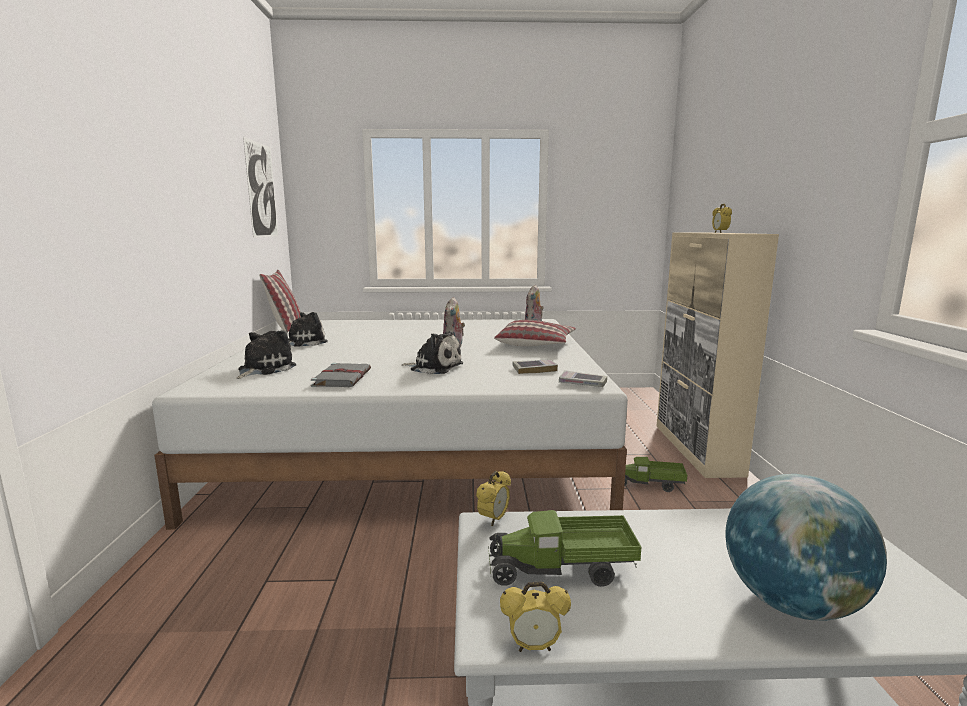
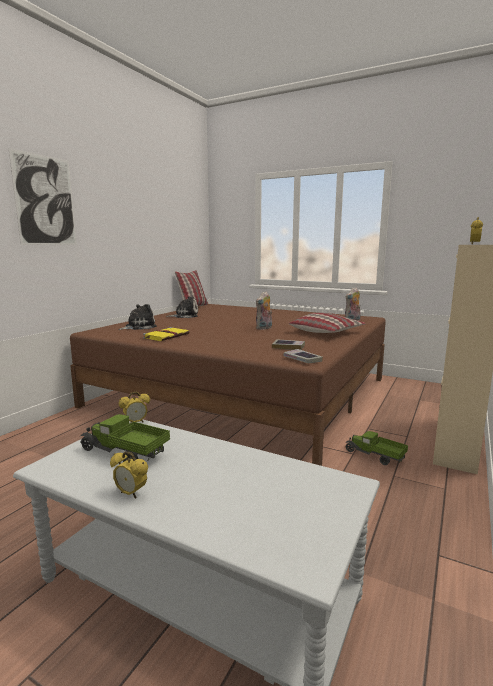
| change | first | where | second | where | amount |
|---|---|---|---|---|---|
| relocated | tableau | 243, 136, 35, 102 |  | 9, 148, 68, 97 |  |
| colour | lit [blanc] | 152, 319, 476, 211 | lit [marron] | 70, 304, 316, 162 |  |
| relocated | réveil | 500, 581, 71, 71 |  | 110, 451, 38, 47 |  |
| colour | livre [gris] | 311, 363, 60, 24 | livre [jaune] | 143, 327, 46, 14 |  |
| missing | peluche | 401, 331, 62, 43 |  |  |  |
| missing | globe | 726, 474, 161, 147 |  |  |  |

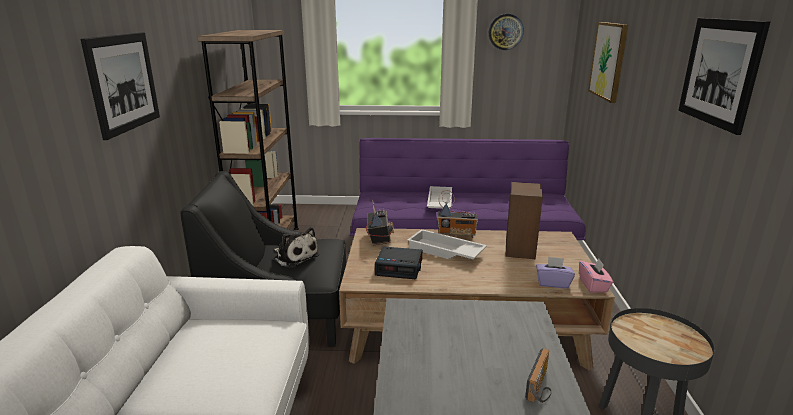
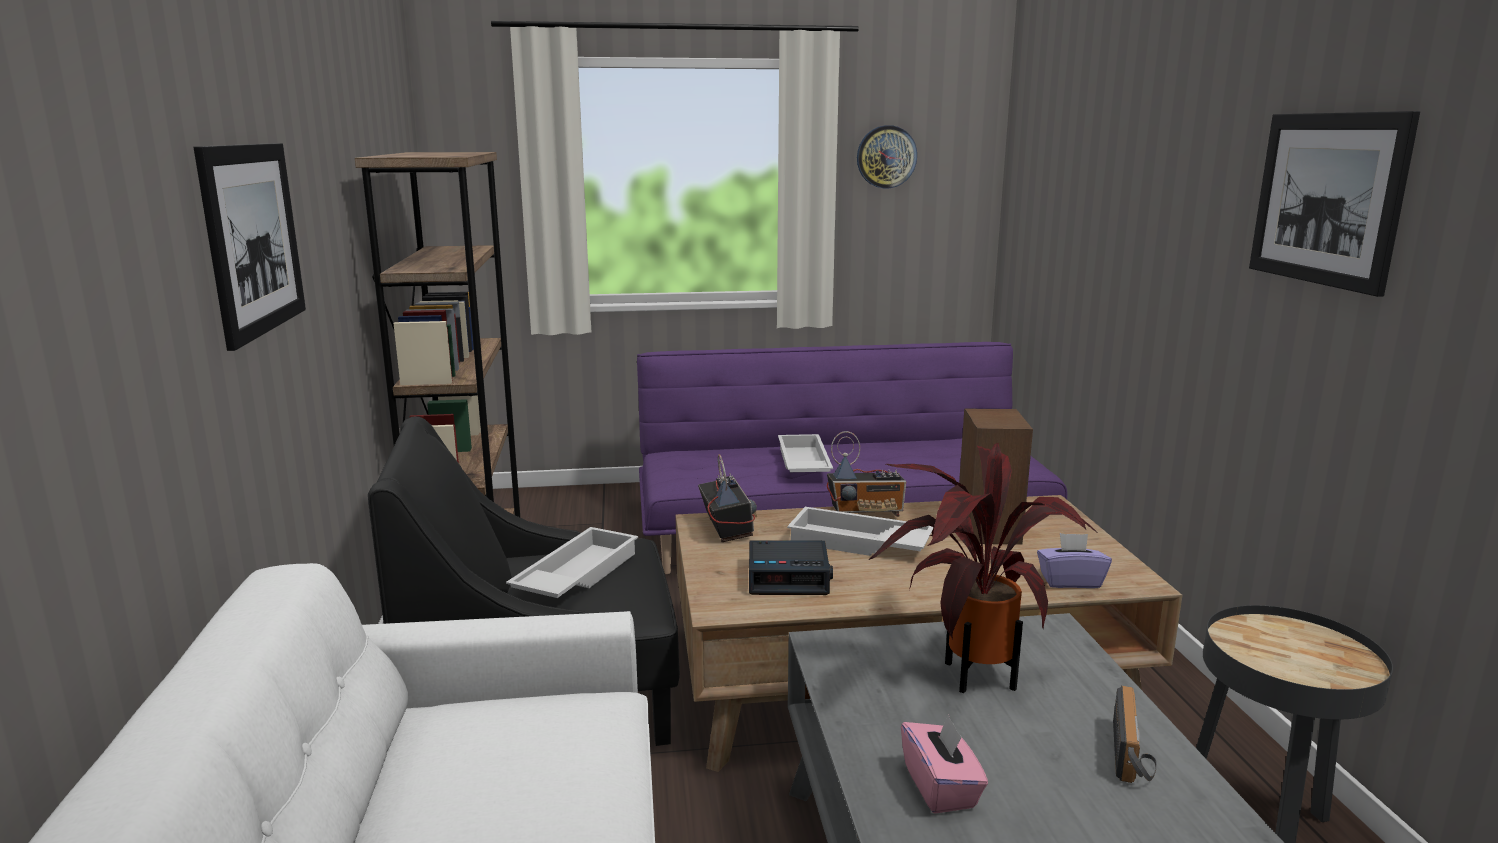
| change | first | where | second | where | amount |
|---|---|---|---|---|---|
| exchanged | peluche | 274, 227, 45, 41 | plateau [blanc] | 506, 527, 132, 71 |  |
| appeared |  |  | plante en pot | 868, 443, 229, 250 |  |
| relocated | boîte à mouchoirs [rose] | 579, 259, 34, 34 |  | 901, 714, 87, 100 |  |
| missing | tableau | 588, 22, 40, 81 |  |  |  |

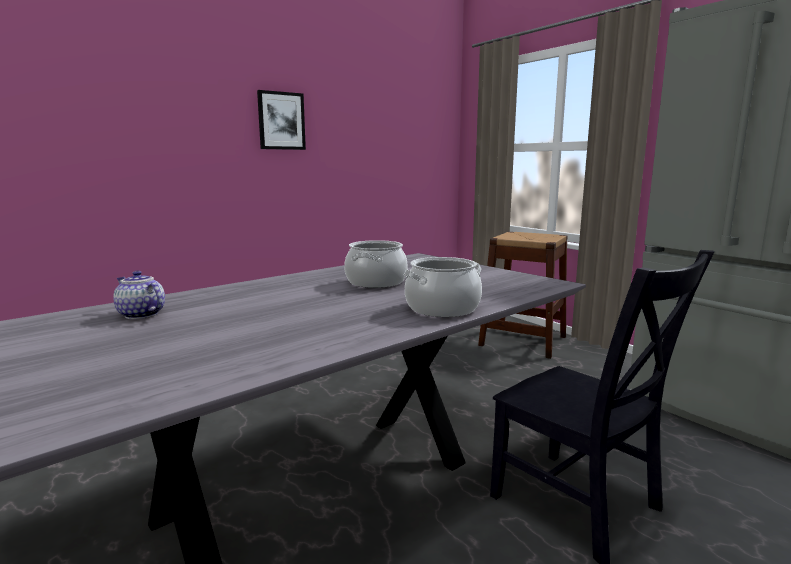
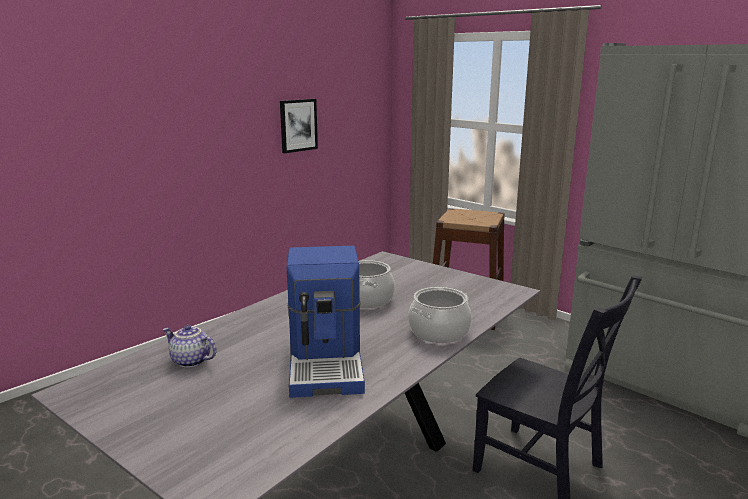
| change | first | where | second | where | amount |
|---|---|---|---|---|---|
| relocated | tableau | 257, 90, 49, 60 |  | 280, 99, 38, 54 |  |
| appeared |  |  | machine à café | 287, 246, 78, 152 |  |

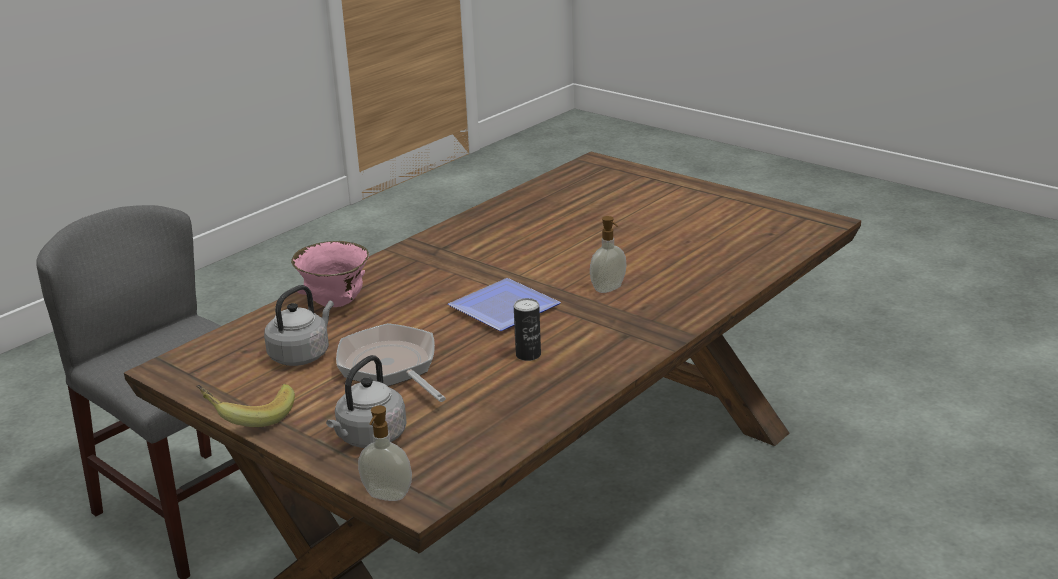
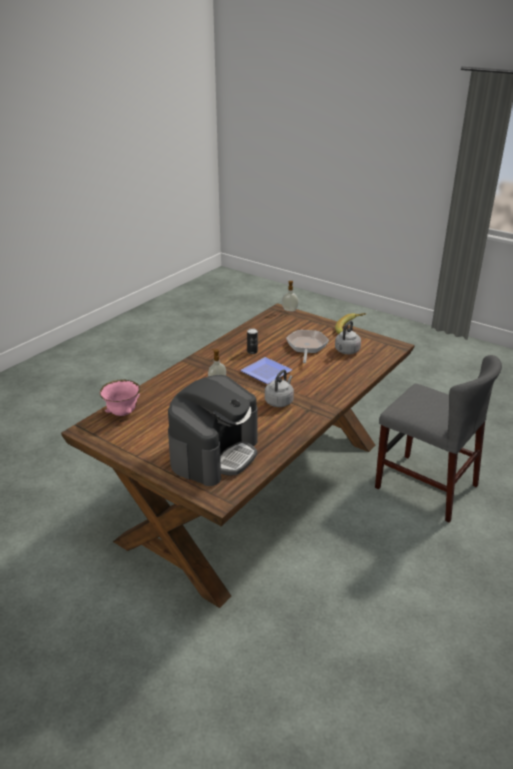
| change | first | where | second | where | amount |
|---|---|---|---|---|---|
| relocated | bol [rose] | 291, 241, 78, 66 |  | 99, 379, 41, 37 |  |
| appeared |  |  | machine à café | 168, 375, 90, 111 |  |
| relocated | bouilloire [gris] | 326, 355, 81, 93 |  | 265, 369, 29, 38 |  |
| spun | poêle | 336, 323, 110, 79 |  | 286, 330, 43, 33 | 135 degrees counterclockwise |

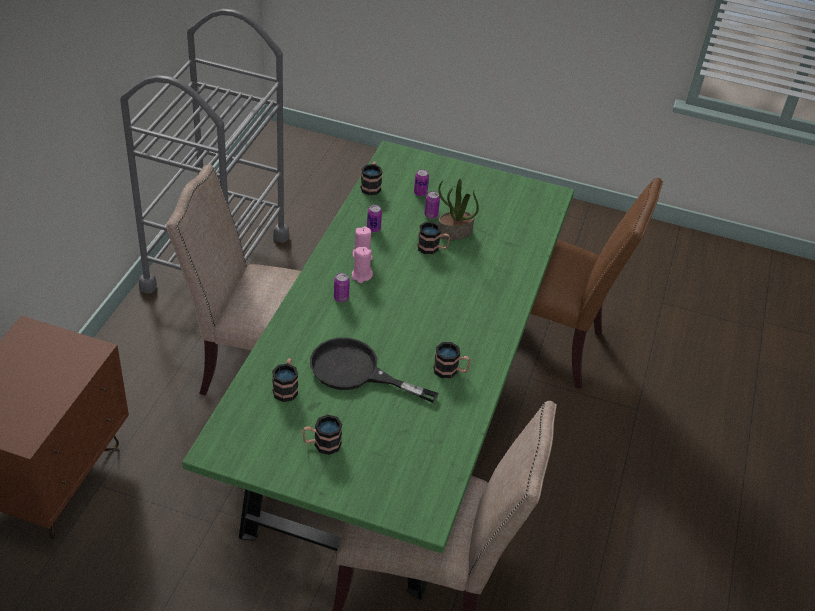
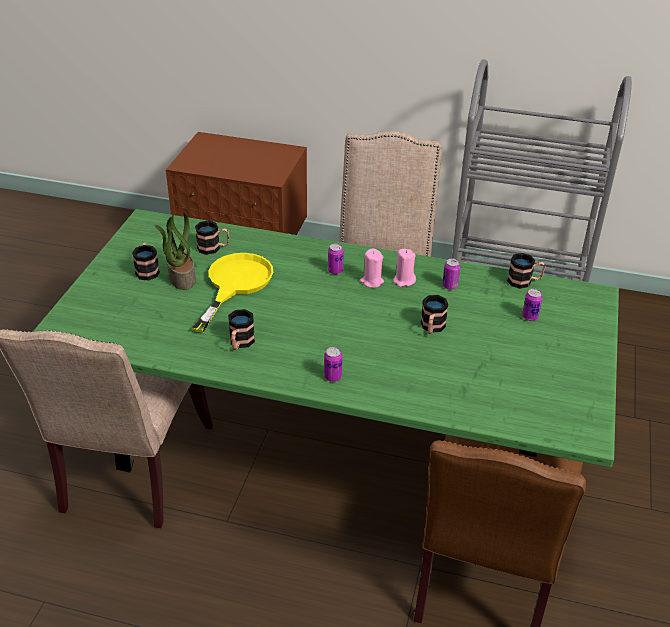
| change | first | where | second | where | amount |
|---|---|---|---|---|---|
| relocated | plante en pot | 438, 179, 41, 61 |  | 154, 212, 42, 78 |  |
| colour | poêle [noir] | 310, 338, 129, 65 | poêle [jaune] | 192, 253, 81, 79 |  |
| relocated | boîte métallique | 424, 191, 16, 28 |  | 324, 347, 18, 35 |  |

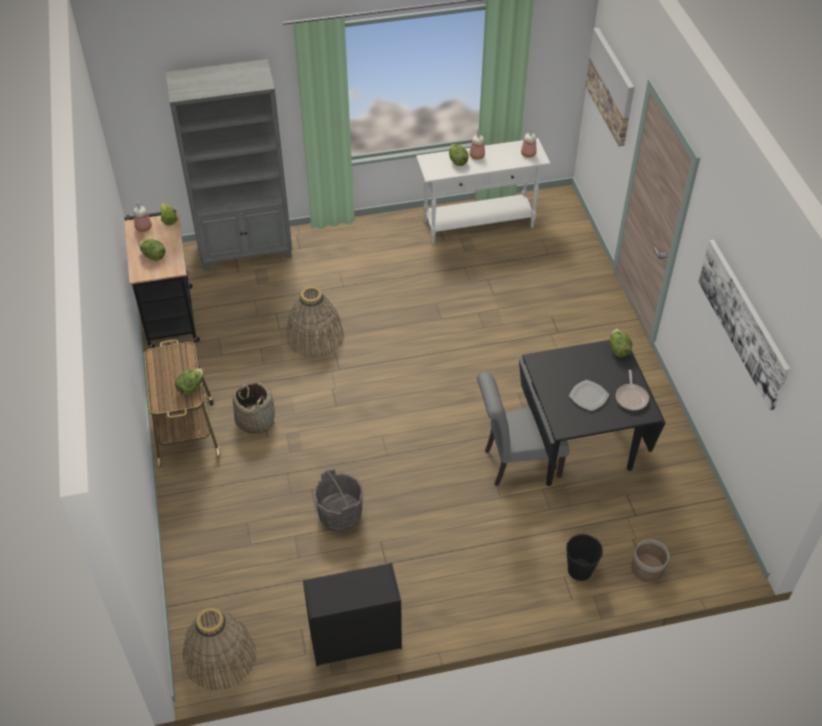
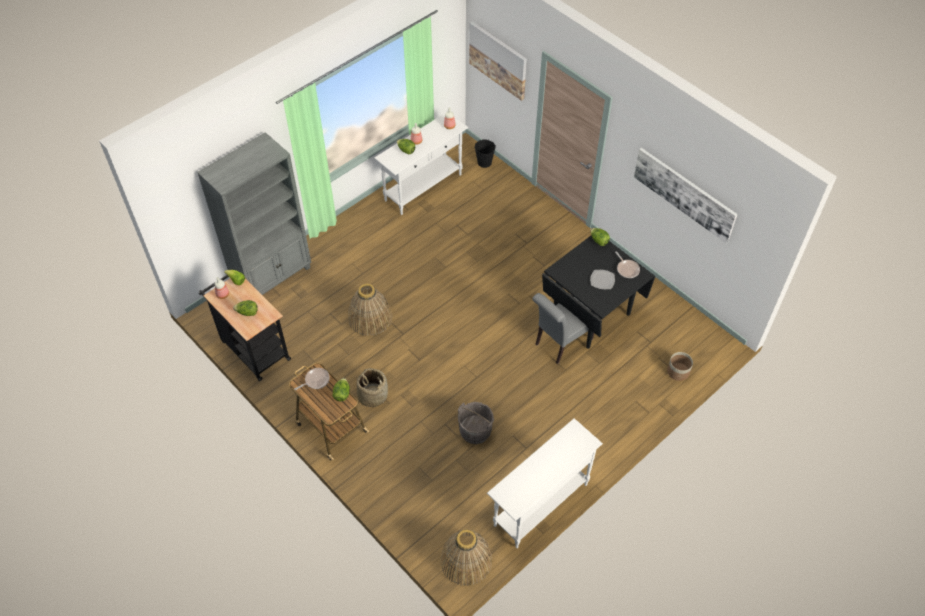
| change | first | where | second | where | amount |
|---|---|---|---|---|---|
| appeared |  |  | poêle | 294, 368, 36, 22 |  |
| relocated | seau [noir] | 566, 534, 37, 47 |  | 474, 139, 22, 29 |  |
| exchanged | commode [noir] | 303, 563, 99, 103 | table console [blanc] | 487, 418, 116, 130 |  |

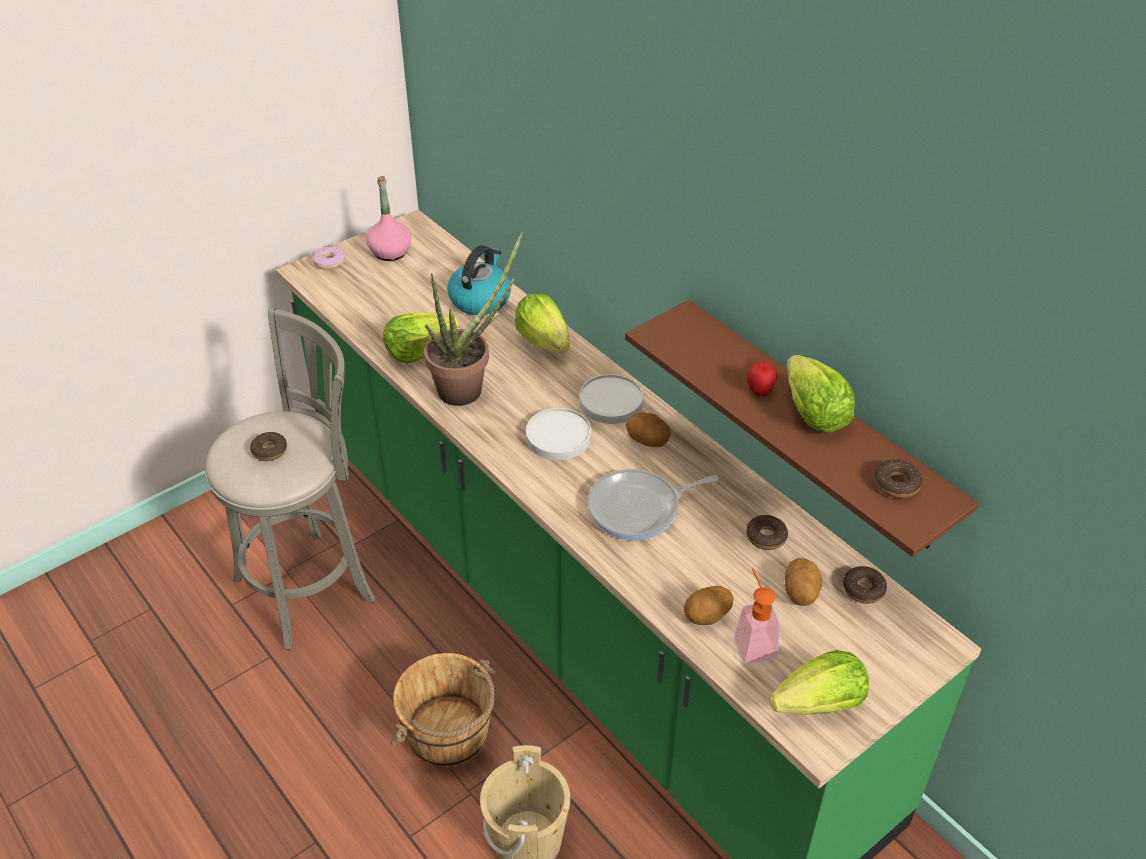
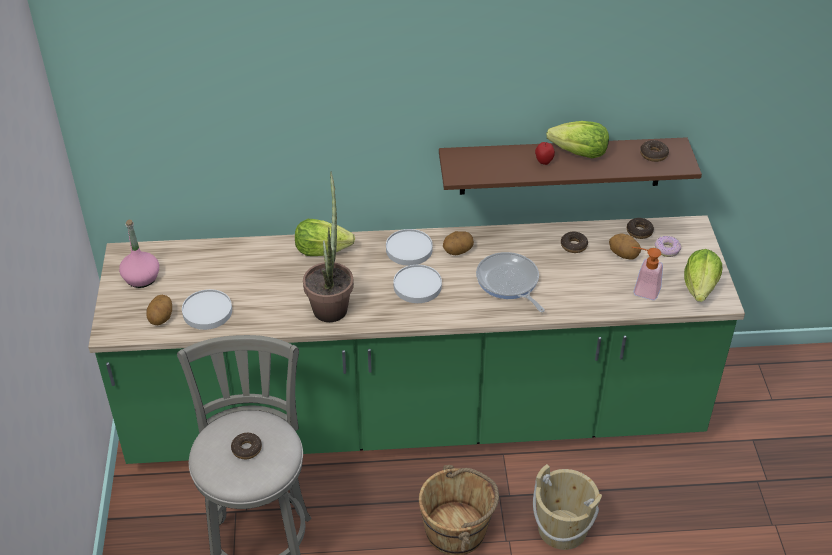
| change | first | where | second | where | amount |
|---|---|---|---|---|---|
| relocated | pomme de terre | 684, 586, 50, 39 |  | 146, 295, 26, 30 |  |
| appeared |  |  | assiette [blanc] | 182, 289, 50, 41 |  |
| spun | poêle | 588, 469, 131, 71 |  | 476, 252, 69, 60 | 135 degrees clockwise |
| relocated | beignet | 313, 246, 32, 24 |  | 655, 236, 26, 21 |  |
| missing | laitue | 383, 312, 76, 52 |  |  |  |
| missing | bouilloire | 447, 245, 64, 70 |  |  |  |

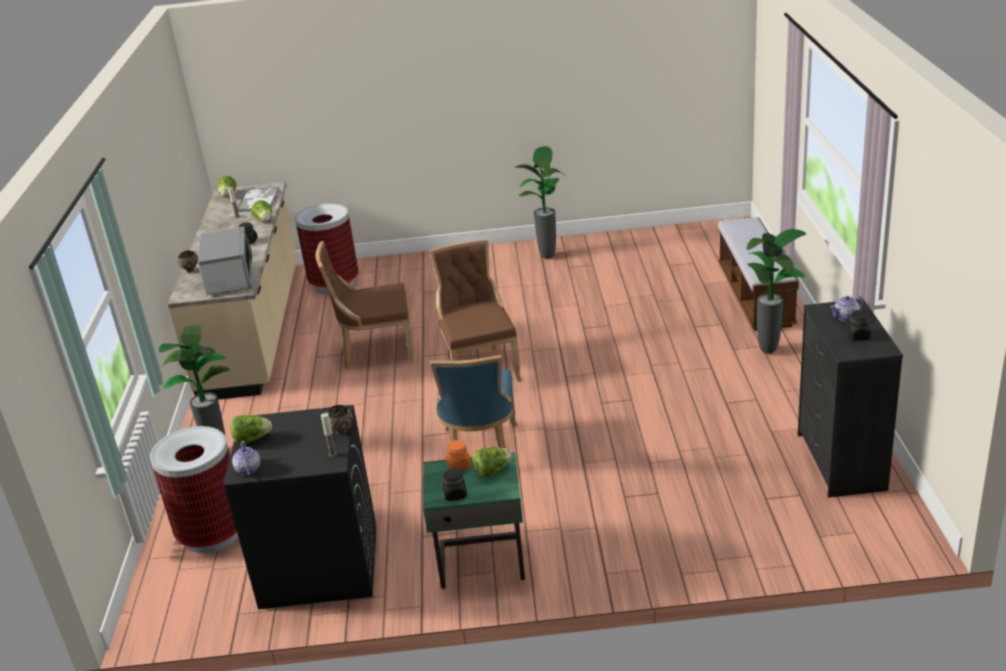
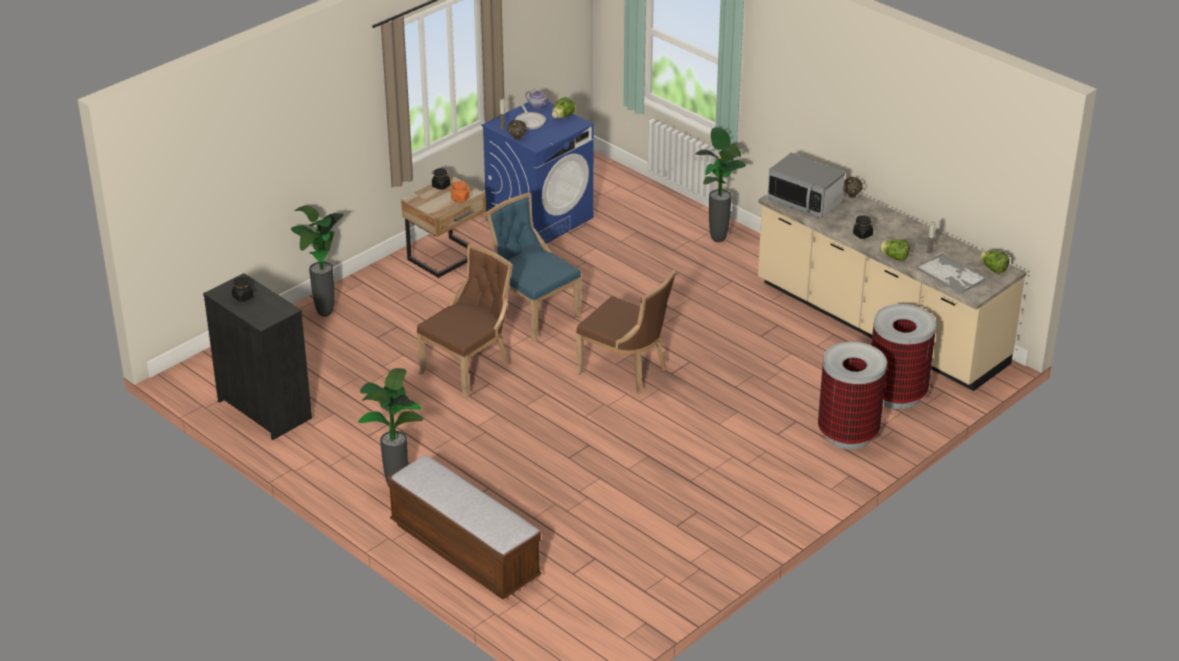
| change | first | where | second | where | amount |
|---|---|---|---|---|---|
| relocated | plante en pot | 515, 146, 48, 113 |  | 291, 206, 53, 111 |  |
| colour | table de chevet [vert] | 423, 452, 102, 137 | table de chevet [beige] | 401, 175, 85, 103 |  |
| relocated | chaise [marron] | 315, 241, 101, 128 |  | 417, 244, 96, 155 |  |
| colour | lave-linge [noir] | 223, 405, 154, 204 | lave-linge [bleu] | 481, 102, 113, 141 |  |
| appeared |  |  | poêle | 515, 104, 31, 25 |  |
| relocated | poubelle | 150, 426, 88, 127 |  | 818, 342, 69, 108 |  |
| missing | laitue | 472, 447, 40, 30 |  |  |  |
| missing | théière | 830, 296, 34, 25 |  |  |  |

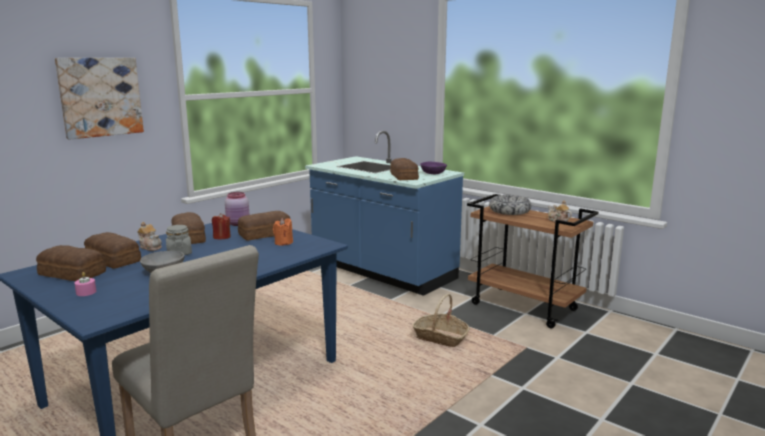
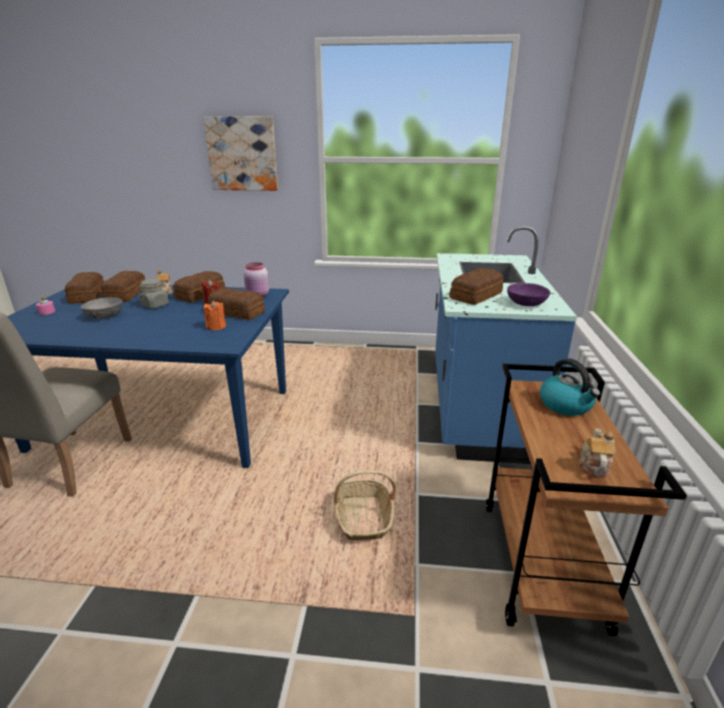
| change | first | where | second | where | amount |
|---|---|---|---|---|---|
| exchanged | bol | 489, 195, 42, 20 | bouilloire | 540, 358, 61, 58 |  |

